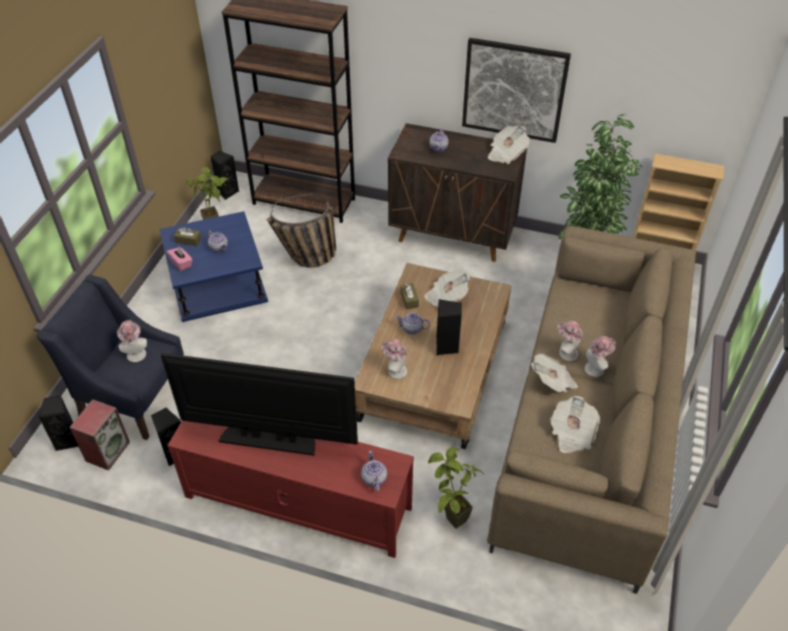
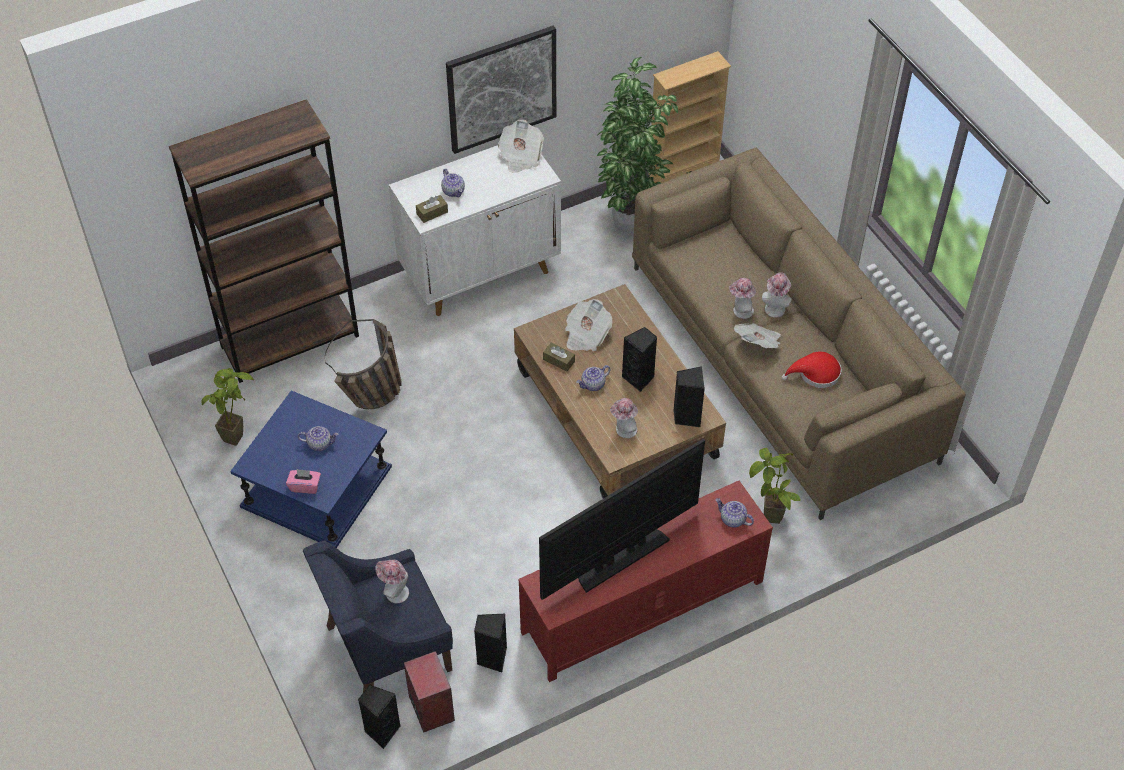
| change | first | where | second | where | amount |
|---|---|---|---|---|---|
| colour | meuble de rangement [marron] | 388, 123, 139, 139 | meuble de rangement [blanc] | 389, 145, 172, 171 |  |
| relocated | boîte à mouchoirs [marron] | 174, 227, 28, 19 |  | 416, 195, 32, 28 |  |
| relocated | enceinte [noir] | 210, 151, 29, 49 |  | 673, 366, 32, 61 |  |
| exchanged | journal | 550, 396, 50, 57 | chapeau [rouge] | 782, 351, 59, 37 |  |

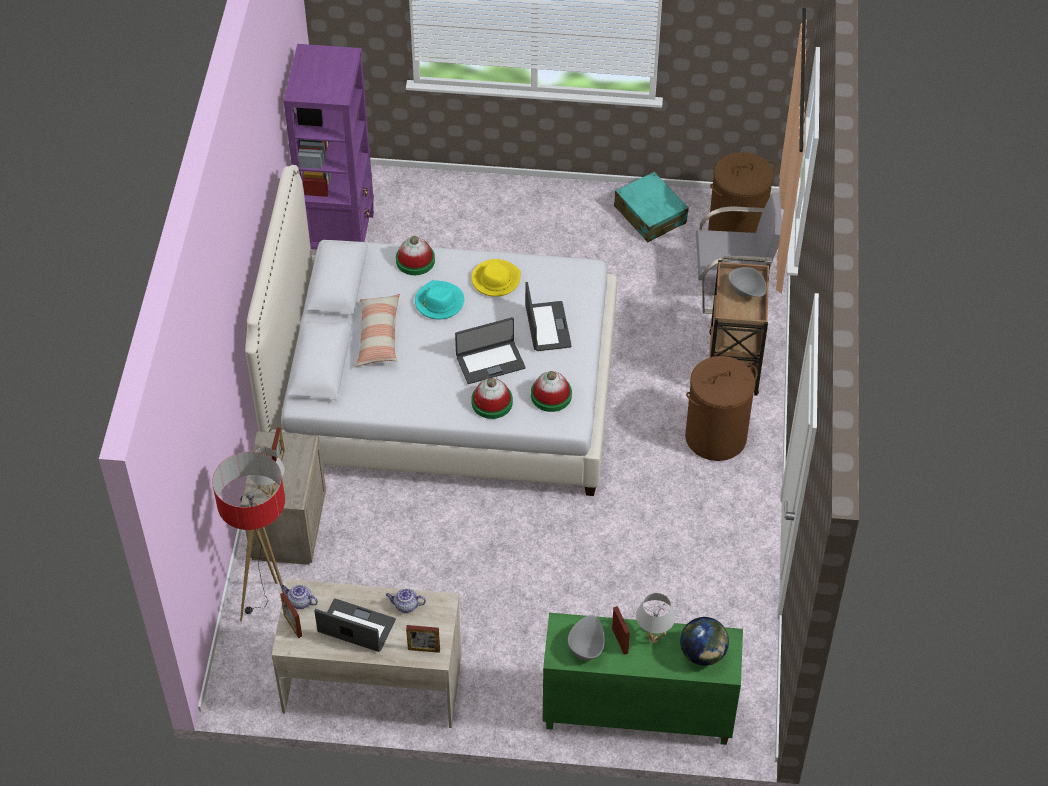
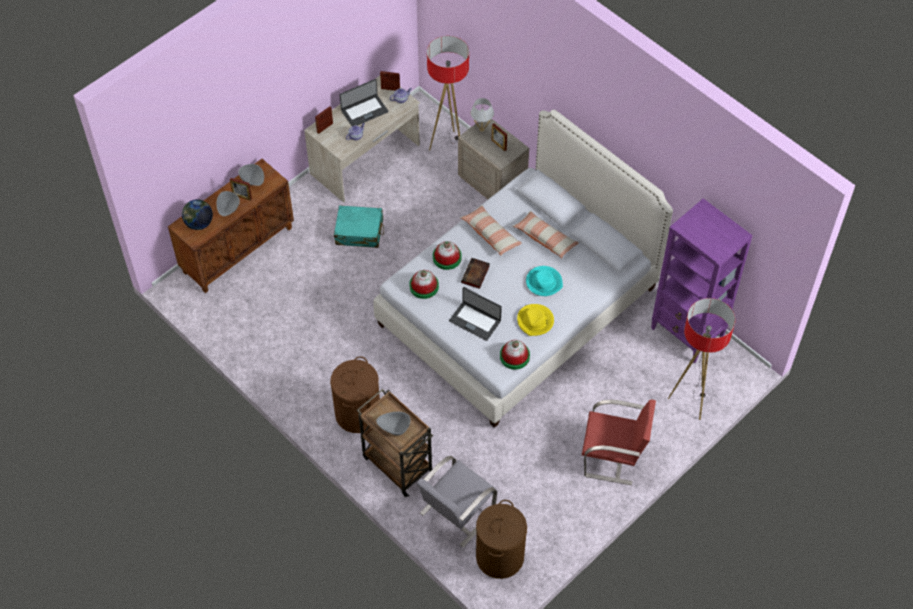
| change | first | where | second | where | amount |
|---|---|---|---|---|---|
| colour | meuble de rangement [vert] | 543, 613, 200, 132 | meuble de rangement [marron] | 168, 159, 126, 134 |  |
| exchanged | lampe de table [blanc] | 636, 593, 39, 50 | bol [gris] | 216, 191, 24, 25 |  |
| relocated | valise [turquoise] | 614, 171, 75, 71 |  | 334, 206, 50, 42 |  |
| appeared |  |  | coussin | 460, 205, 62, 51 |  |
| exchanged | ordinateur portable | 455, 317, 71, 67 | livre | 461, 258, 29, 31 |  |
| relocated | chapeau | 396, 236, 39, 39 |  | 500, 340, 30, 30 |  |
| appeared |  |  | chaise [rouge] | 582, 399, 74, 86 |  |
| appeared |  |  | lampadaire | 668, 298, 67, 122 |  |

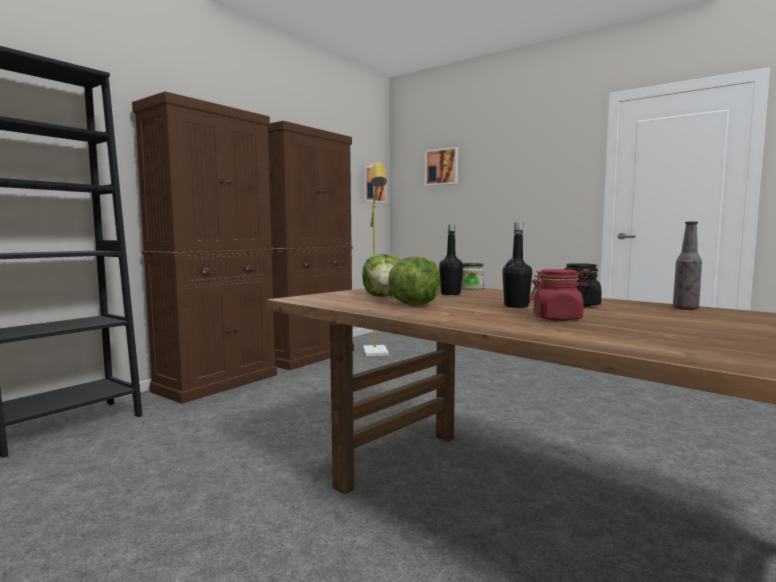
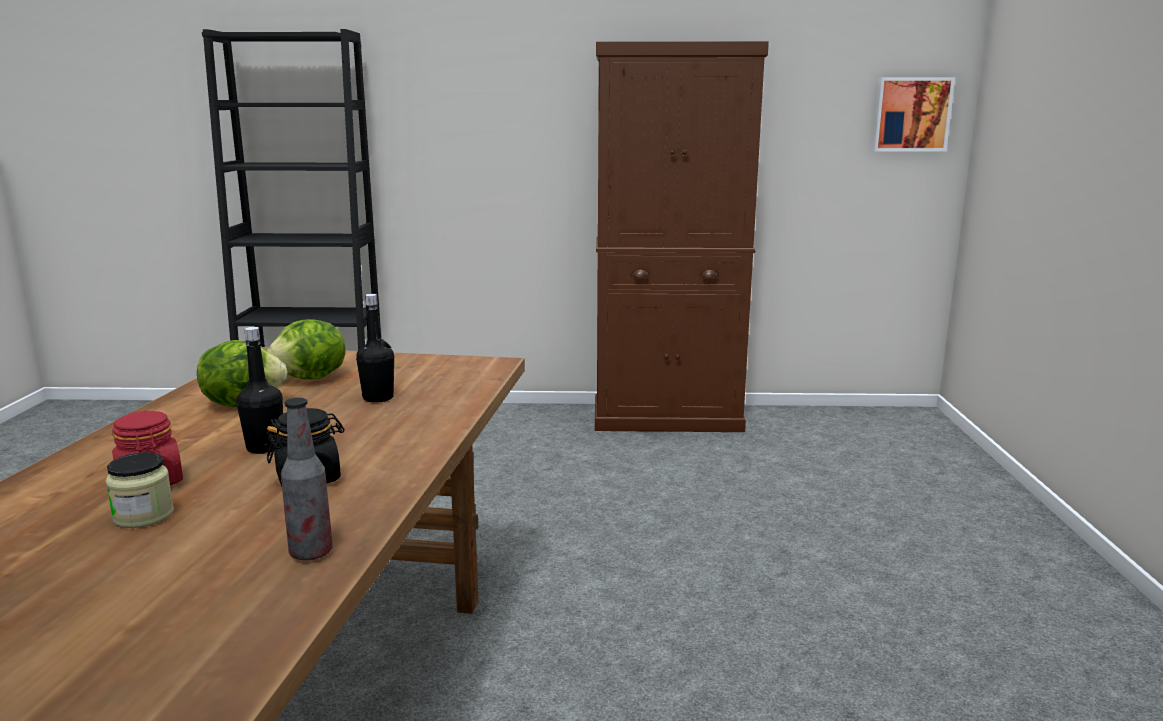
| change | first | where | second | where | amount |
|---|---|---|---|---|---|
| relocated | bocal | 461, 263, 23, 27 |  | 105, 452, 69, 76 |  |
| missing | meuble de rangement [marron] | 132, 91, 145, 313 |  |  |  |
| missing | lampadaire [jaune] | 363, 162, 26, 194 |  |  |  |
| missing | tableau | 425, 147, 33, 39 |  |  |  |

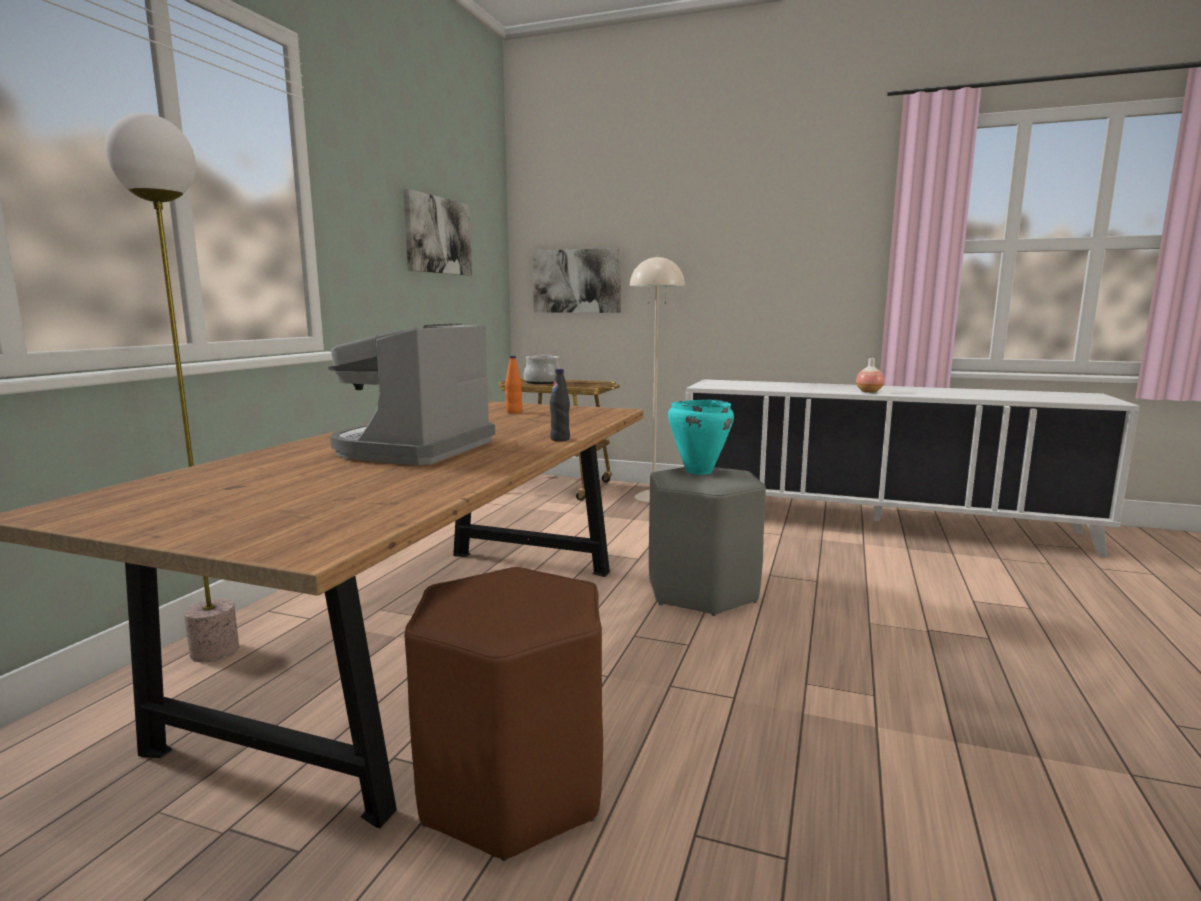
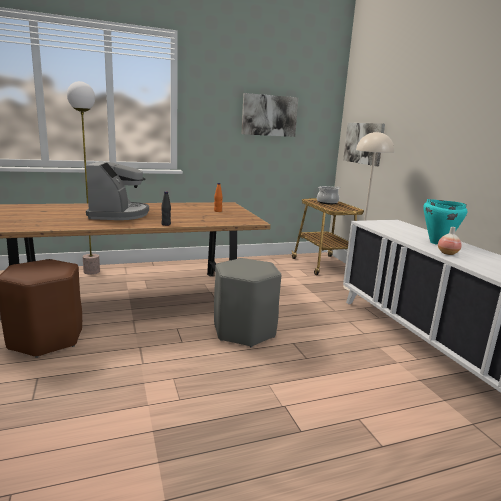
| change | first | where | second | where | amount |
|---|---|---|---|---|---|
| spun | machine à café | 328, 323, 167, 143 |  | 86, 161, 63, 59 | 105 degrees clockwise |
| relocated | marmite [turquoise] | 668, 400, 66, 75 |  | 423, 199, 44, 46 |  |

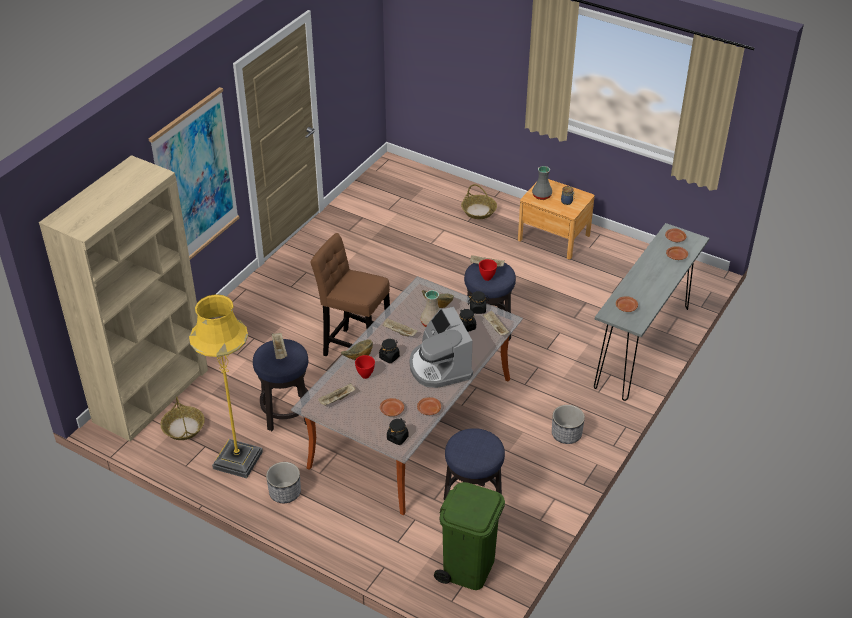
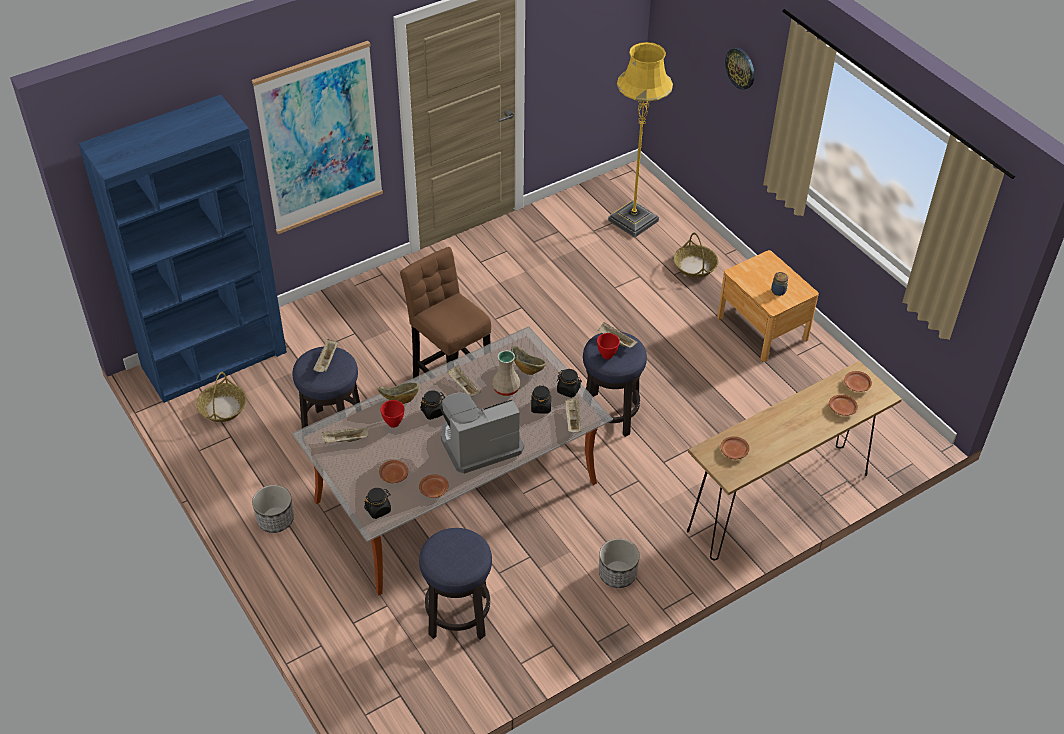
| change | first | where | second | where | amount |
|---|---|---|---|---|---|
| colour | bibliothèque [beige] | 39, 155, 169, 286 | bibliothèque [bleu] | 78, 95, 209, 308 |  |
| spun | machine à café | 410, 307, 63, 81 |  | 440, 392, 84, 82 | 60 degrees clockwise |
| relocated | lampadaire [jaune] | 189, 294, 74, 184 |  | 608, 42, 65, 196 |  |
| colour | table console [gris] | 594, 223, 115, 178 | table console [marron] | 687, 361, 215, 199 |  |
| appeared |  |  | horloge murale | 725, 48, 30, 42 |  |
| missing | poubelle [vert] | 434, 482, 71, 108 |  |  |  |
| missing | vase [gris] | 532, 166, 20, 34 |  |  |  |

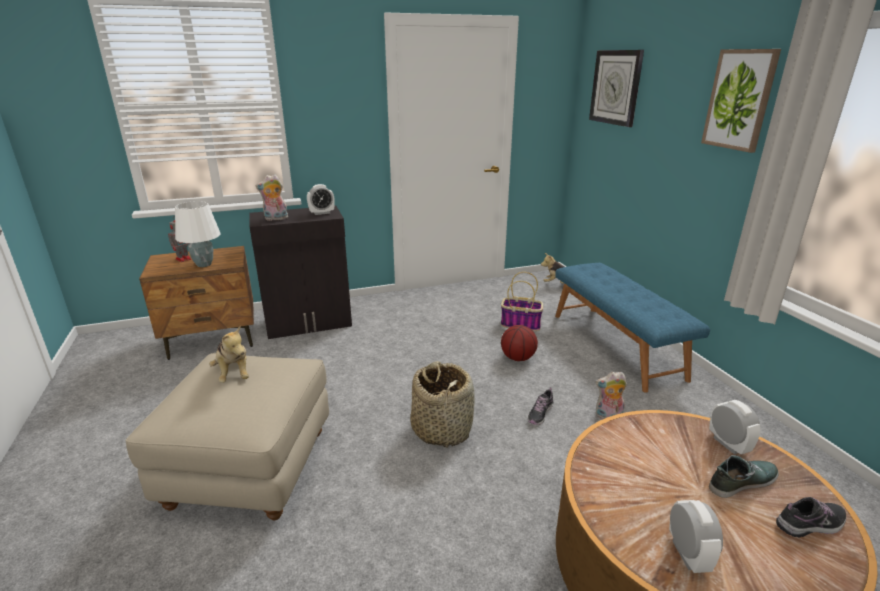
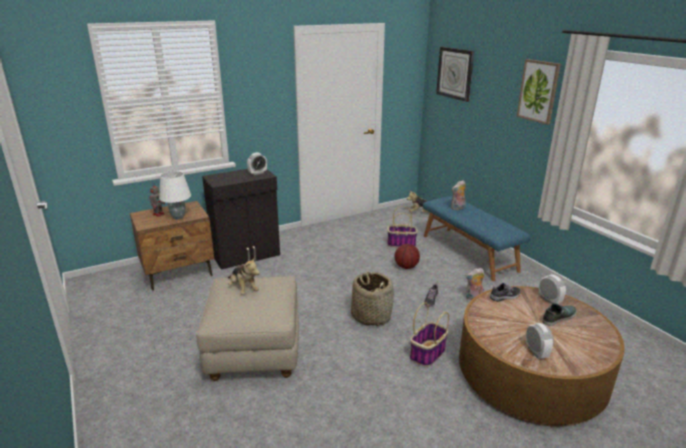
| change | first | where | second | where | amount |
|---|---|---|---|---|---|
| appeared |  |  | panier | 410, 302, 39, 65 |  |
| relocated | peluche | 256, 174, 33, 47 |  | 451, 180, 15, 30 |  |
| relocated | chaussure | 776, 497, 70, 40 |  | 490, 283, 30, 19 |  |

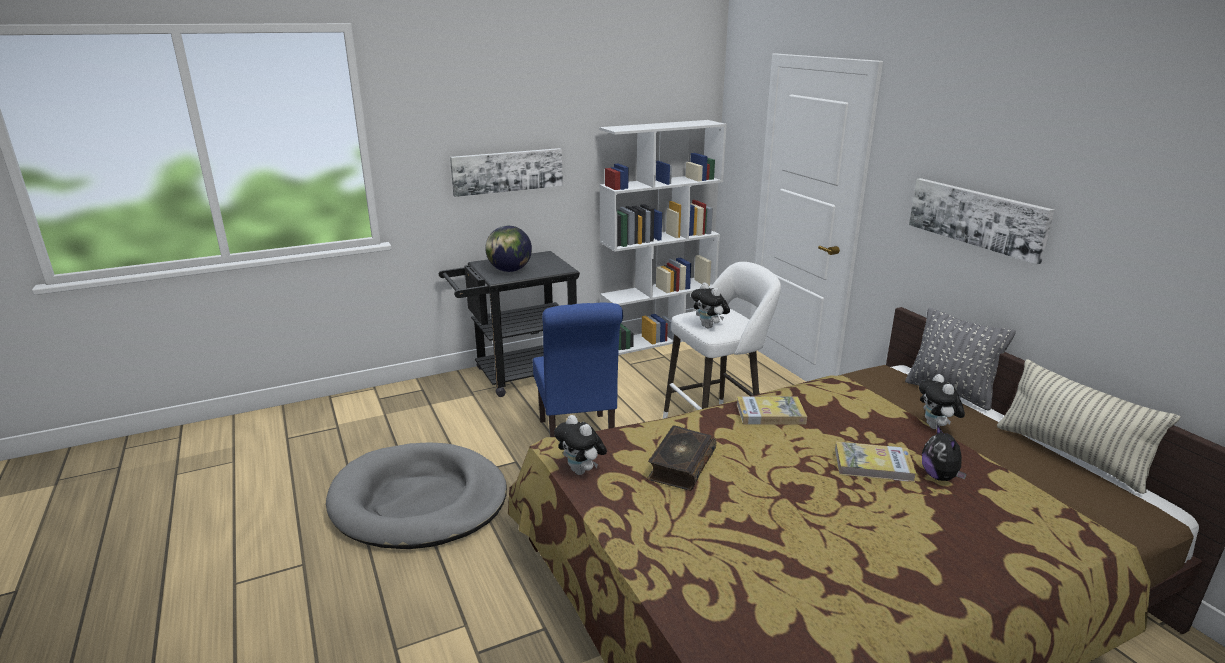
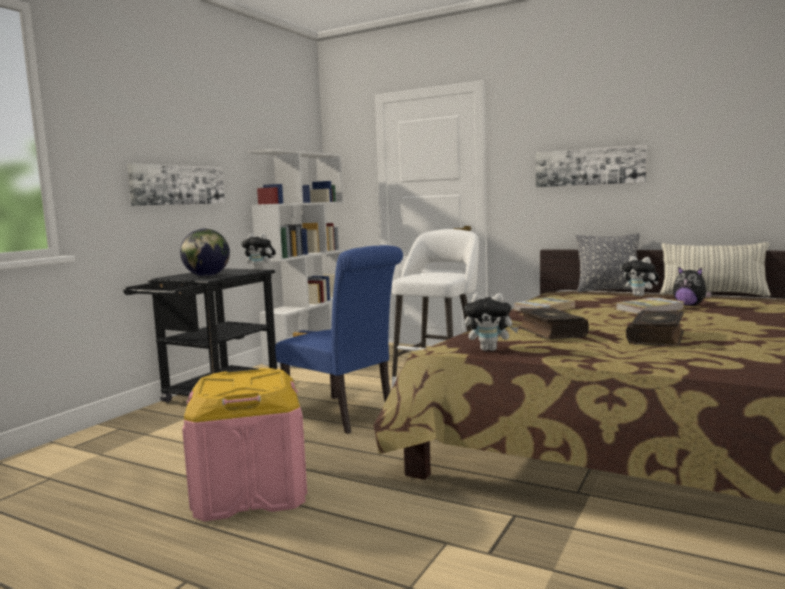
| change | first | where | second | where | amount |
|---|---|---|---|---|---|
| exchanged | panier pour chien [gris] | 326, 442, 181, 107 | boîte de rangement [rose] | 182, 368, 125, 154 |  |
| relocated | peluche | 691, 283, 39, 46 |  | 241, 233, 35, 37 |  |
| appeared |  |  | livre | 626, 310, 58, 36 |  |

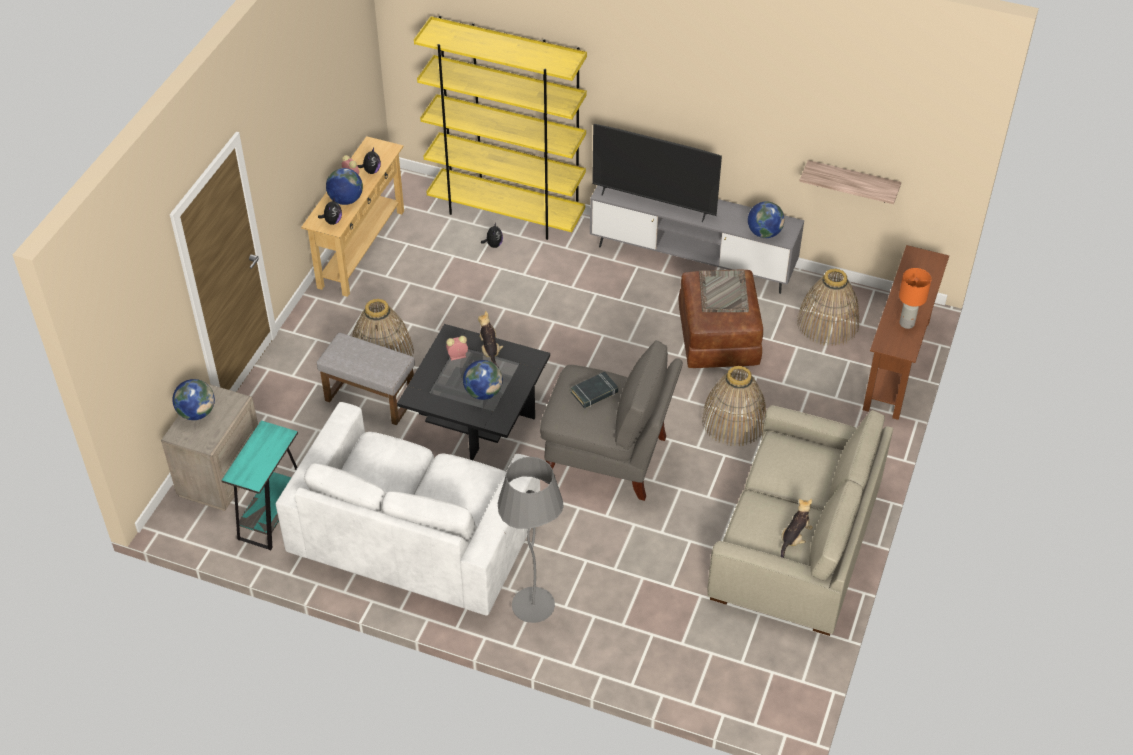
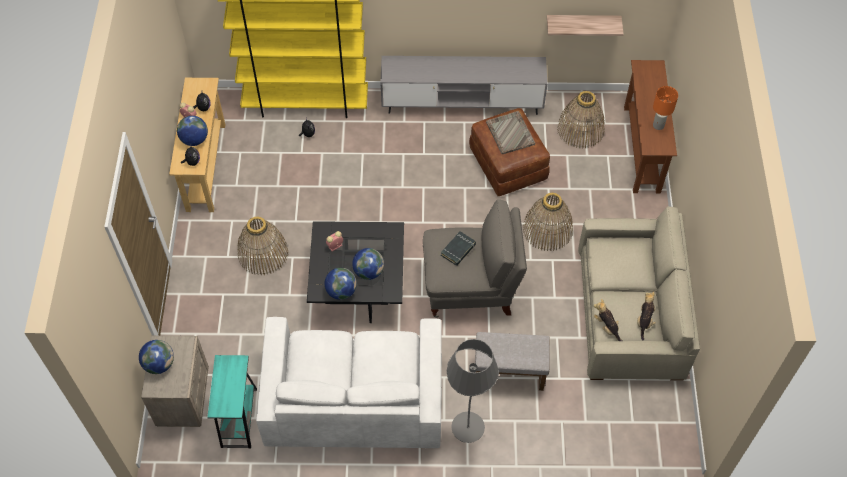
| change | first | where | second | where | amount |
|---|---|---|---|---|---|
| relocated | globe | 748, 201, 37, 37 |  | 325, 268, 32, 32 |  |
| relocated | pouf [gris] | 317, 333, 98, 92 |  | 475, 332, 75, 59 |  |
| relocated | peluche | 478, 311, 25, 57 |  | 594, 299, 29, 42 |  |
| missing | téléviseur | 592, 124, 130, 98 |  |  |  |

